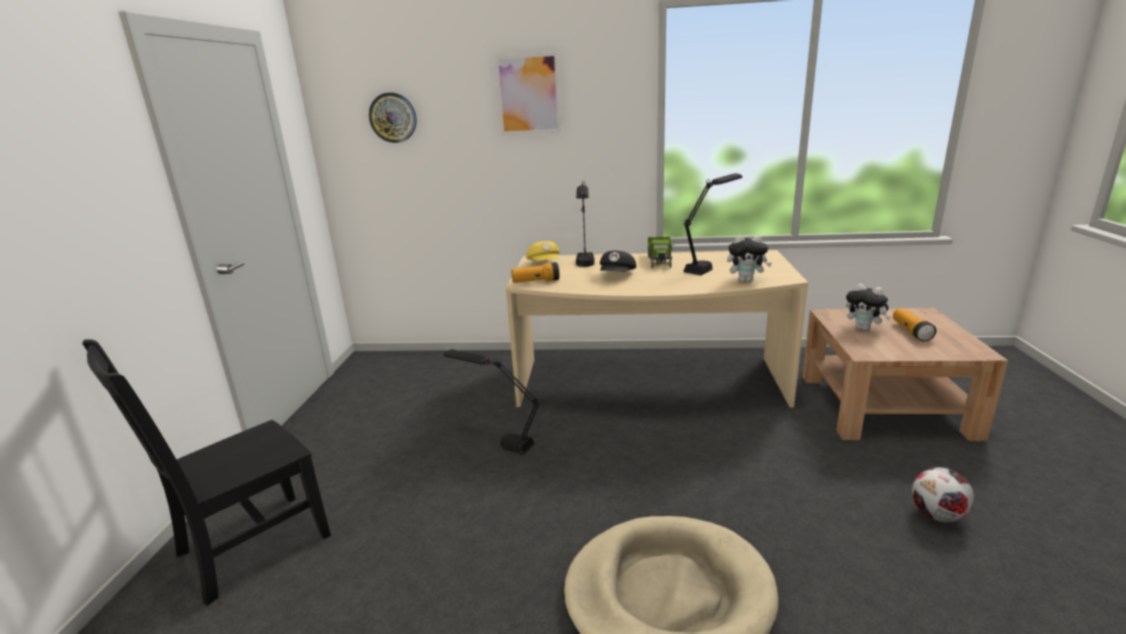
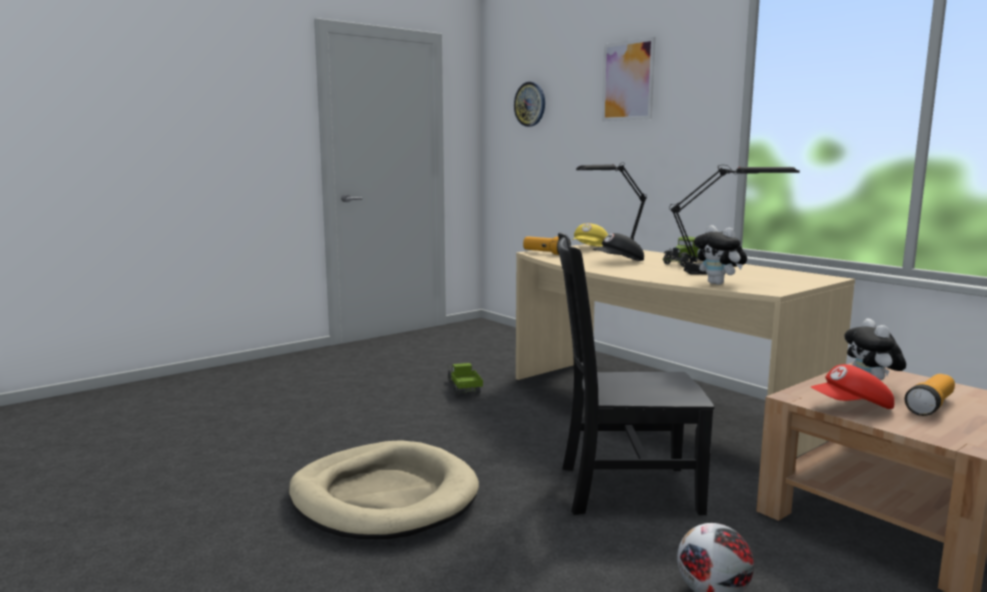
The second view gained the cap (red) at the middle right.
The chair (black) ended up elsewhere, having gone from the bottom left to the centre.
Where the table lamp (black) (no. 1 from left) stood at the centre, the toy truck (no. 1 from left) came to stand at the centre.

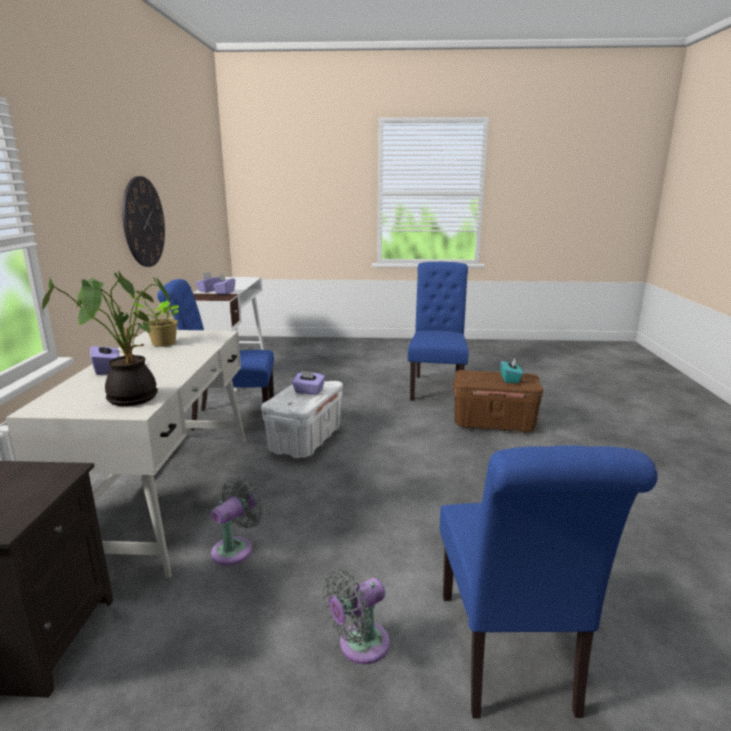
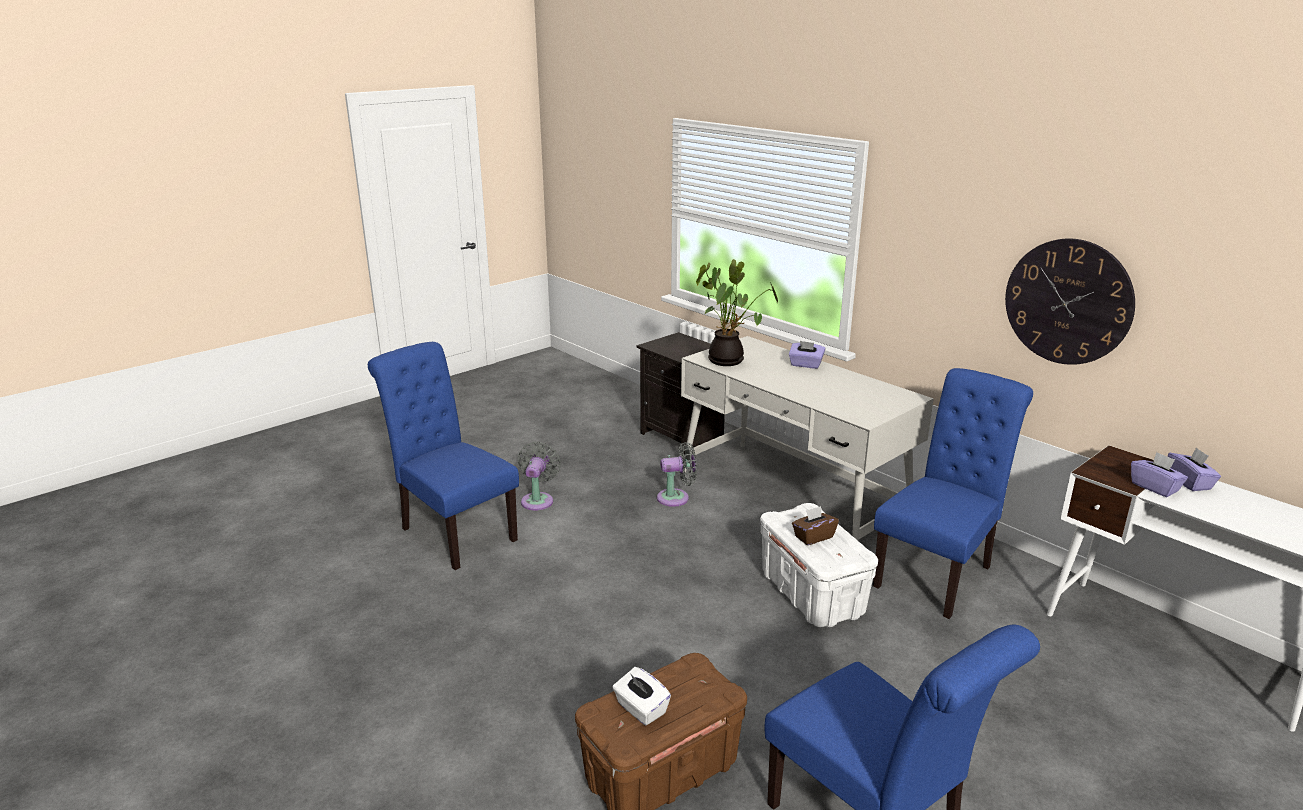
The second view lost the potted plant (no. 2 from left) at the middle left.
What was the tissue box (purple) (no. 4 from left) at the centre turned into the tissue box (brown) at the centre.
What was the tissue box (turquoise) at the middle right turned into the tissue box (white) at the bottom centre.
The fan (grey) (no. 1 from left in the first image) at the bottom left ended up facing another way, 90 degrees counterclockwise from before.

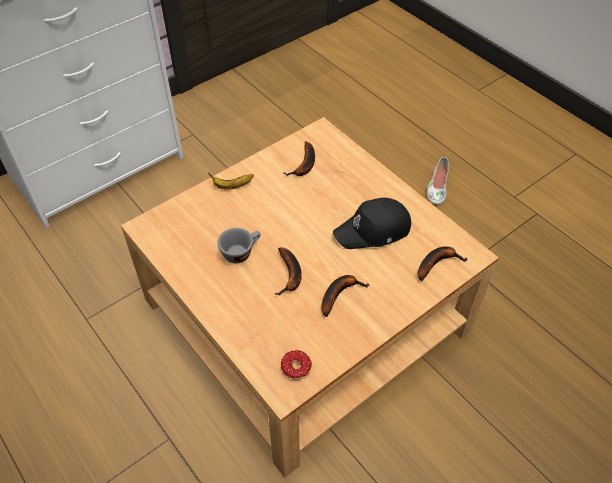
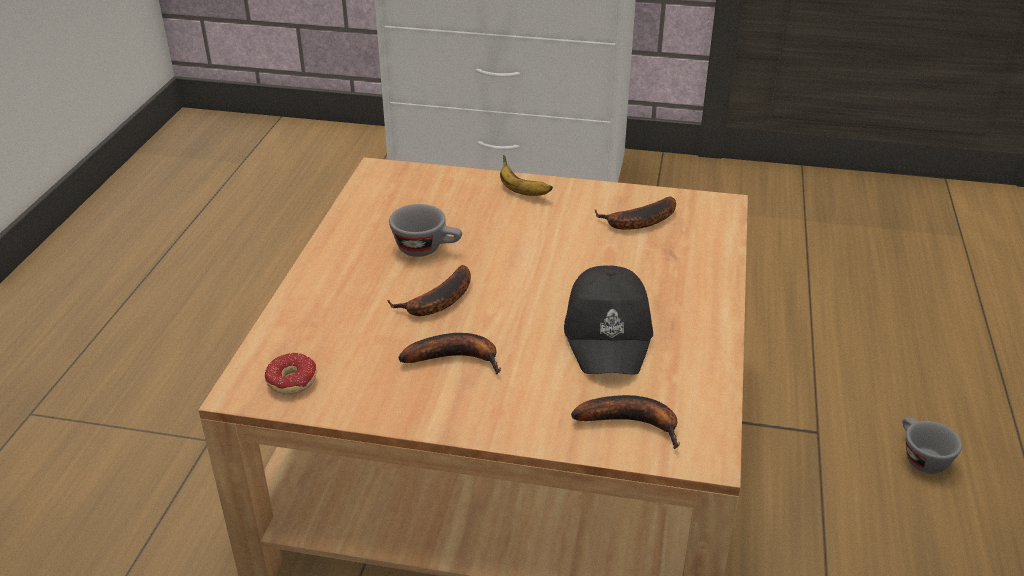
Where the shoe (white) stood at the middle right, the cup (grey) (no. 2 from left) came to stand at the bottom right.
The cap (black) at the centre ended up facing another way, 120 degrees counterclockwise from before.

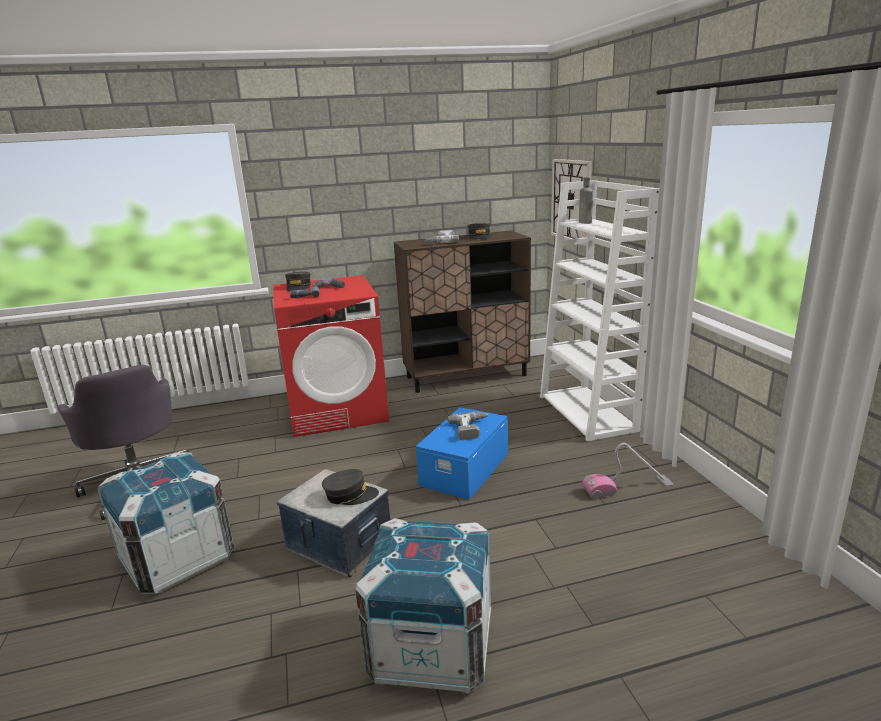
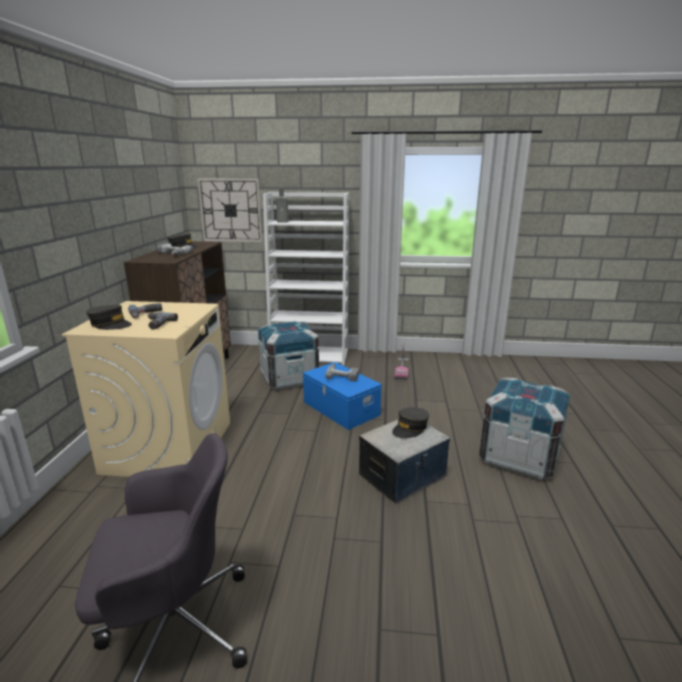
The crate (no. 1 from left) ended up elsewhere, having gone from the bottom left to the centre.
What was the washing machine (red) at the centre turned into the washing machine (beige) at the middle left.
The cap (grey) (no. 2 from left in the first image) at the bottom centre ended up facing another way, 150 degrees counterclockwise from before.

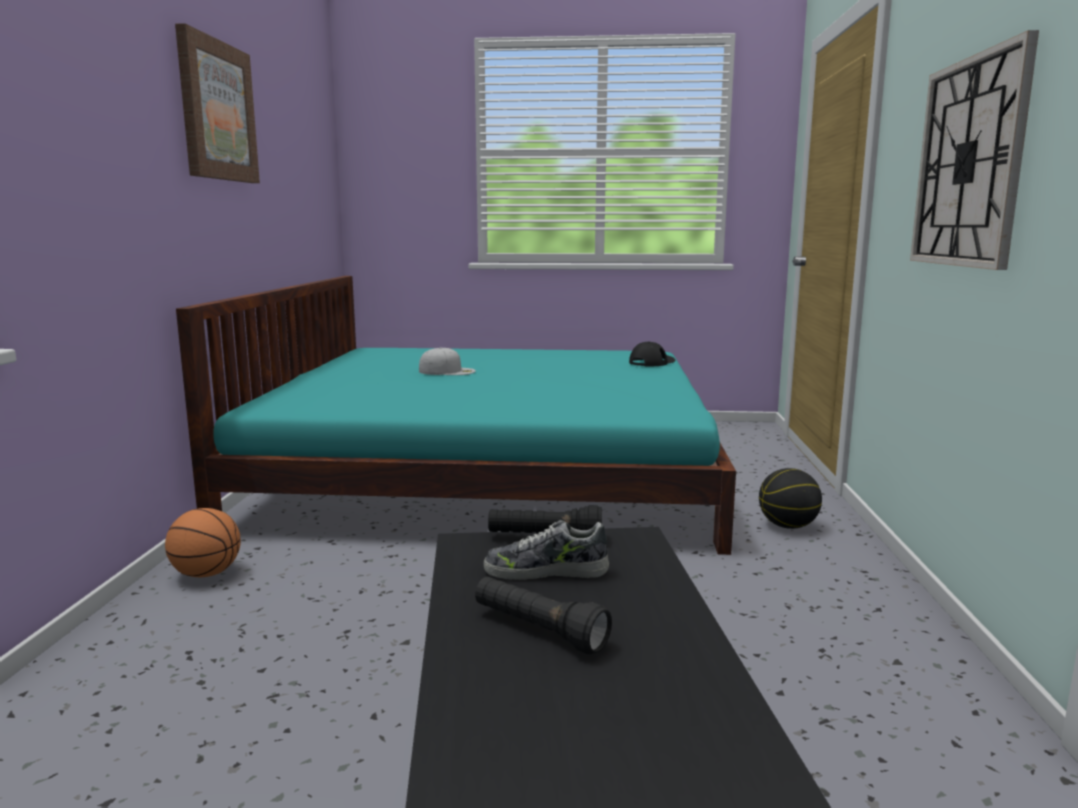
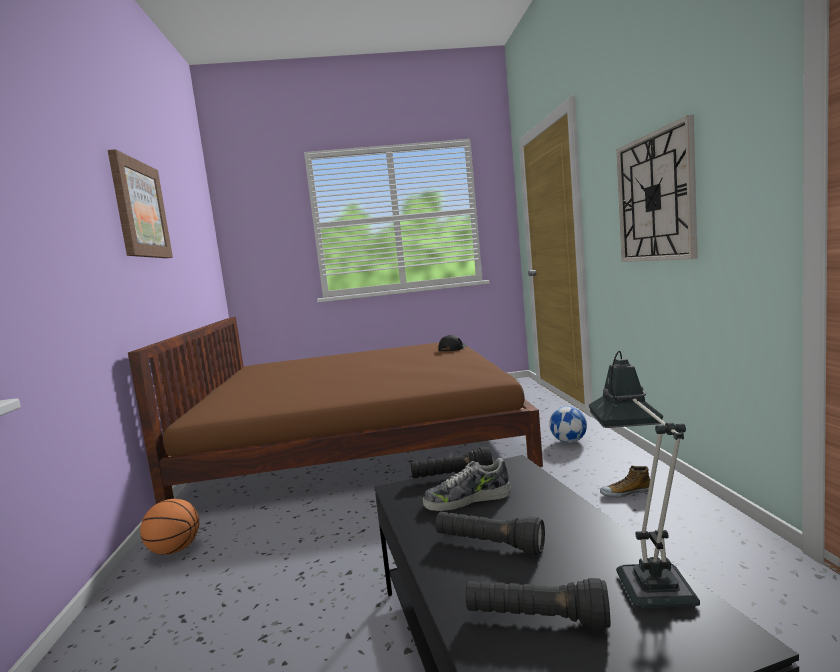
The second view lost the cap (white) at the centre.
The second view gained the flashlight (black) (no. 3 from left) at the bottom centre.
The second view gained the table lamp at the bottom right.
The second view gained the shoe (no. 2 from left) at the bottom right.
Where the basketball (no. 2 from left) stood at the middle right, the football came to stand at the middle right.
What was the bed (turquoise) at the centre turned into the bed (brown) at the centre.

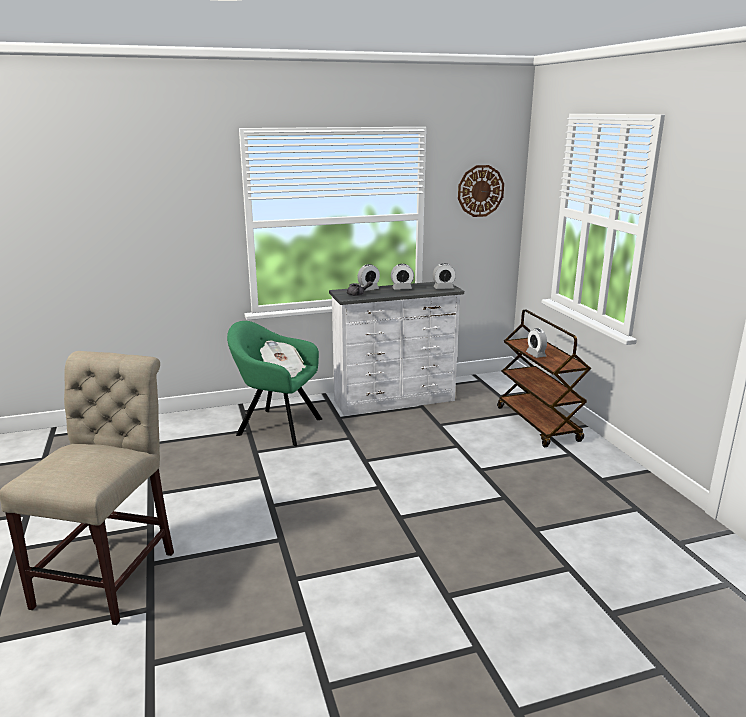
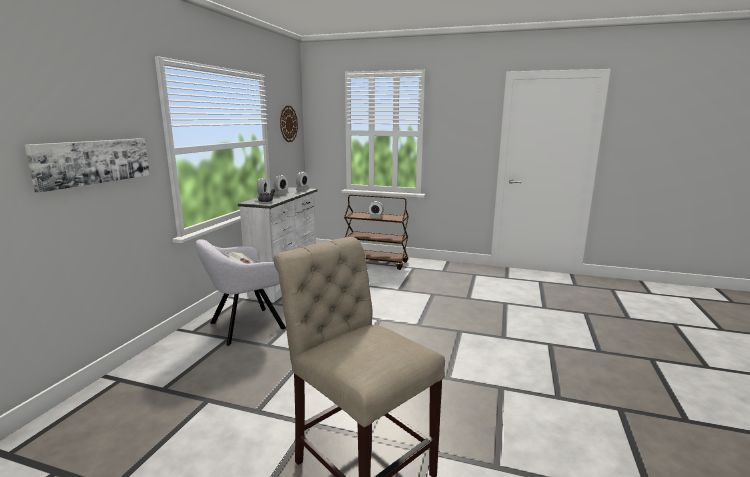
The second view gained the picture at the middle left.
What was the armchair (green) at the centre turned into the armchair (grey) at the middle left.

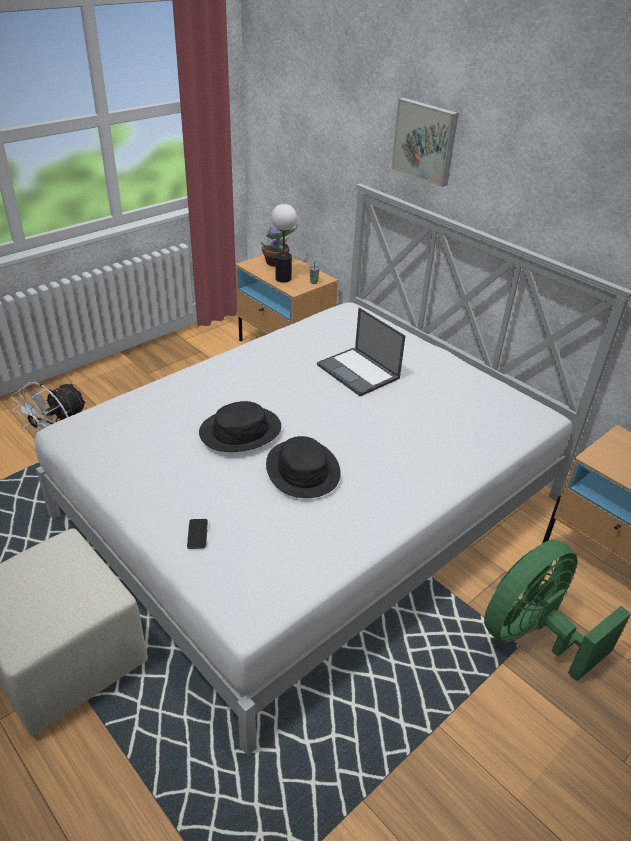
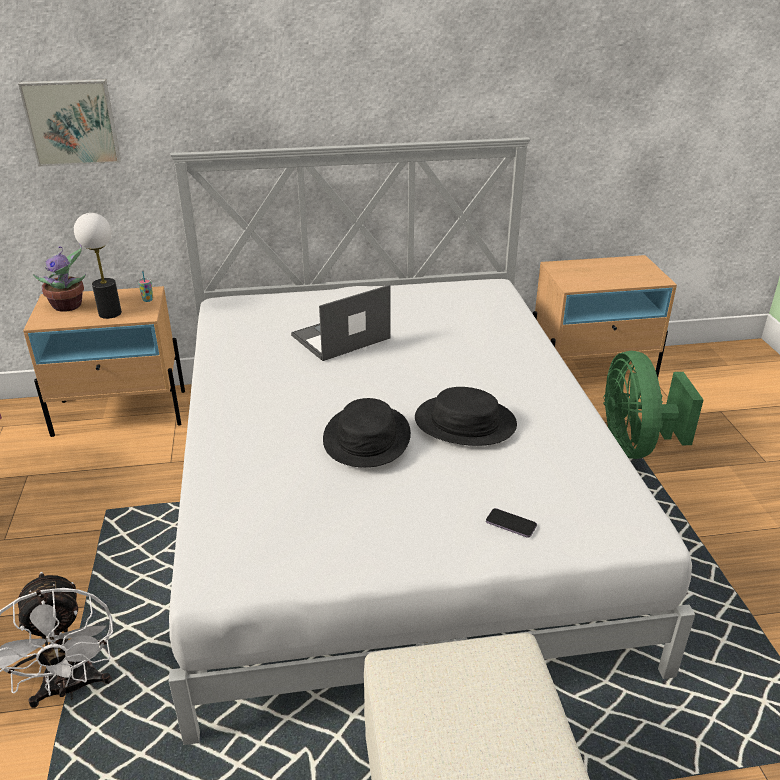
The picture ended up elsewhere, having gone from the top right to the top left.
The laptop at the centre ended up facing another way, 150 degrees clockwise from before.

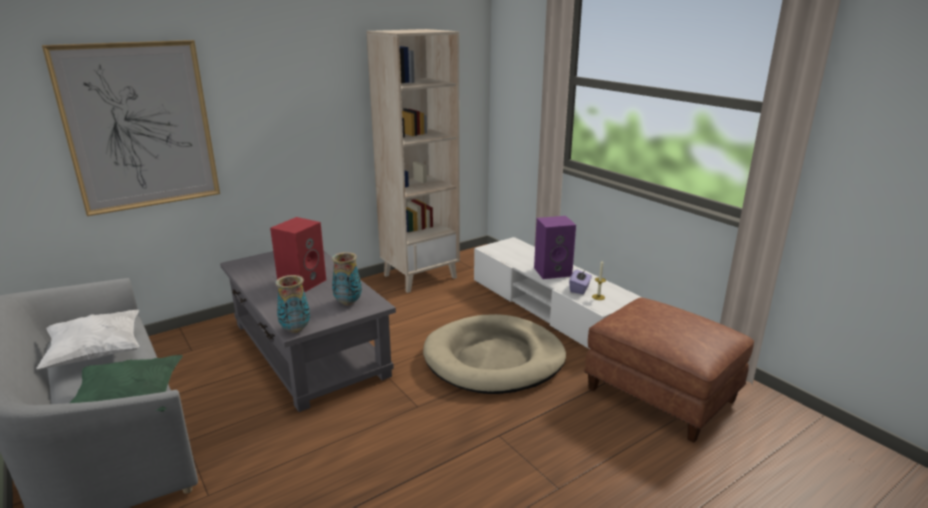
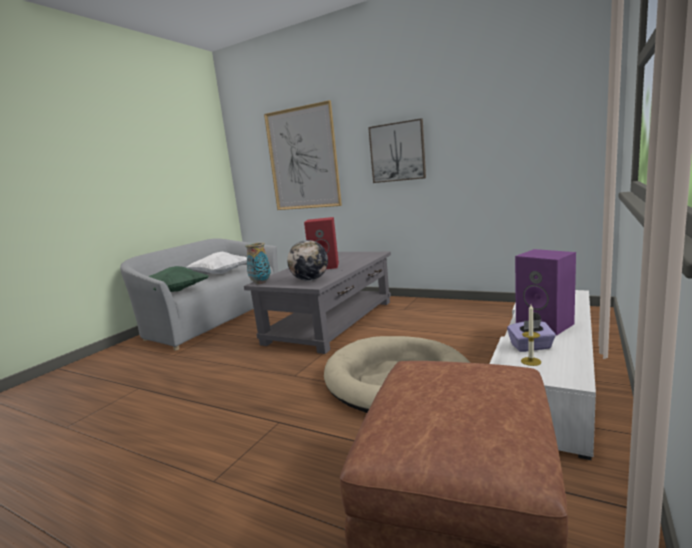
The second view lost the bookcase (beige) at the top centre.
The second view gained the picture (no. 2 from left) at the top centre.
Where the vase (no. 2 from left) stood at the centre, the globe came to stand at the centre.

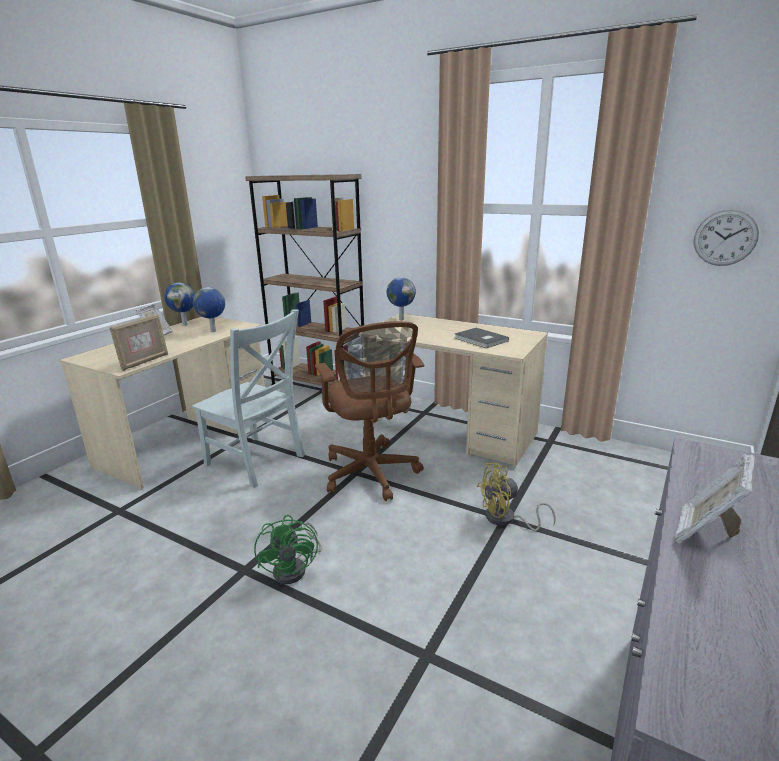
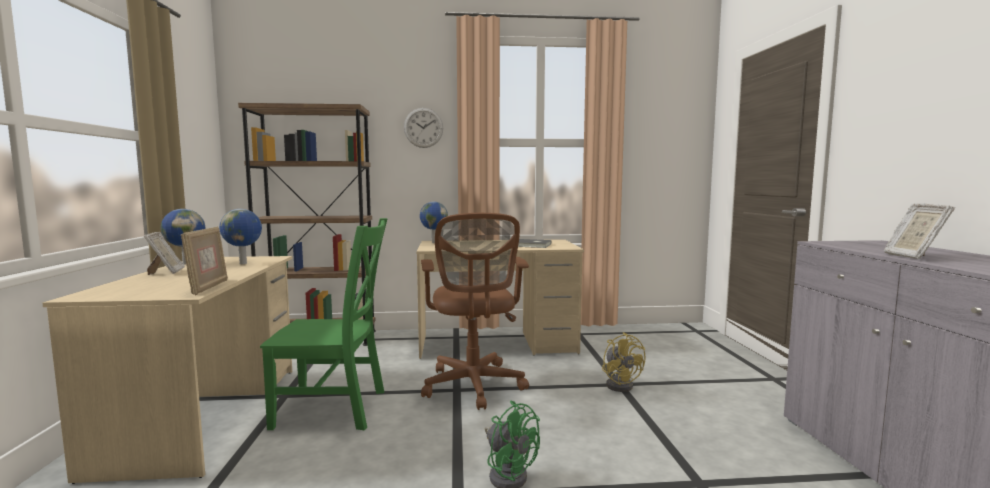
The wall clock ended up elsewhere, having gone from the top right to the top centre.
What was the chair (grey) at the middle left turned into the chair (green) at the middle left.
The office chair (brown) at the centre ended up facing another way, 45 degrees clockwise from before.
The fan (yellow) at the centre ended up facing another way, 60 degrees counterclockwise from before.

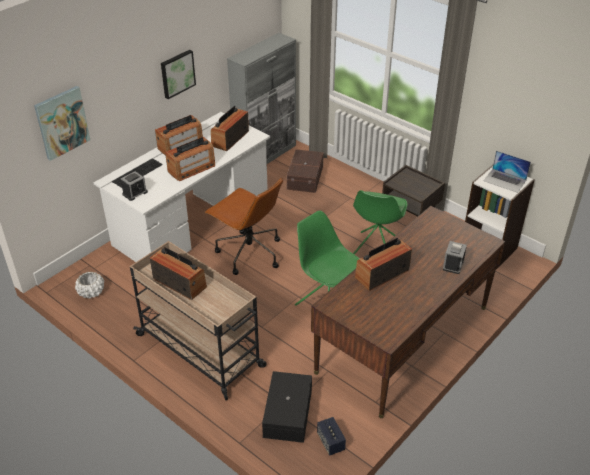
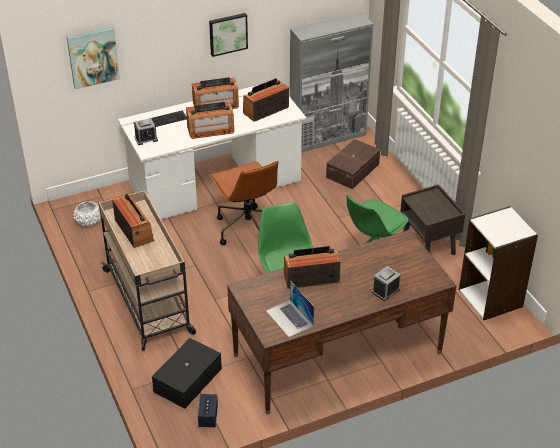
The laptop ended up elsewhere, having gone from the middle right to the bottom centre.

